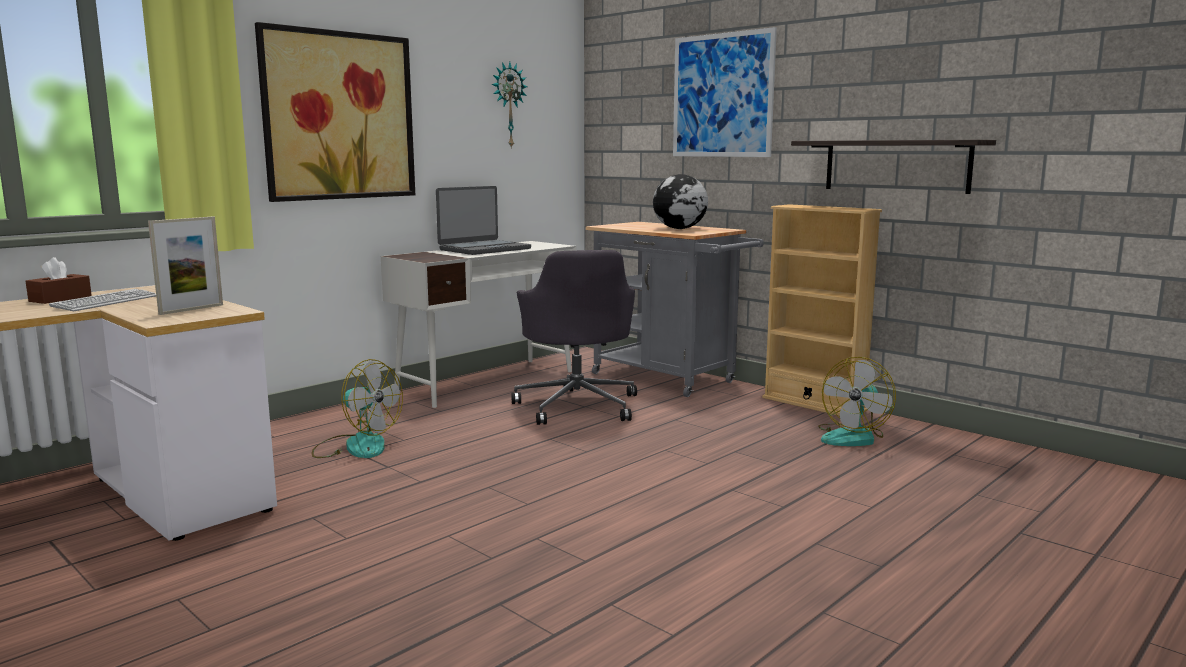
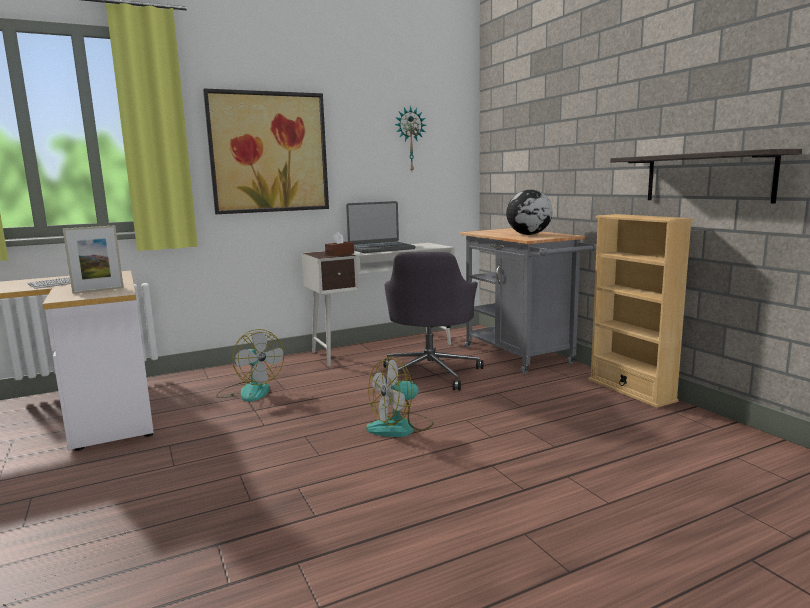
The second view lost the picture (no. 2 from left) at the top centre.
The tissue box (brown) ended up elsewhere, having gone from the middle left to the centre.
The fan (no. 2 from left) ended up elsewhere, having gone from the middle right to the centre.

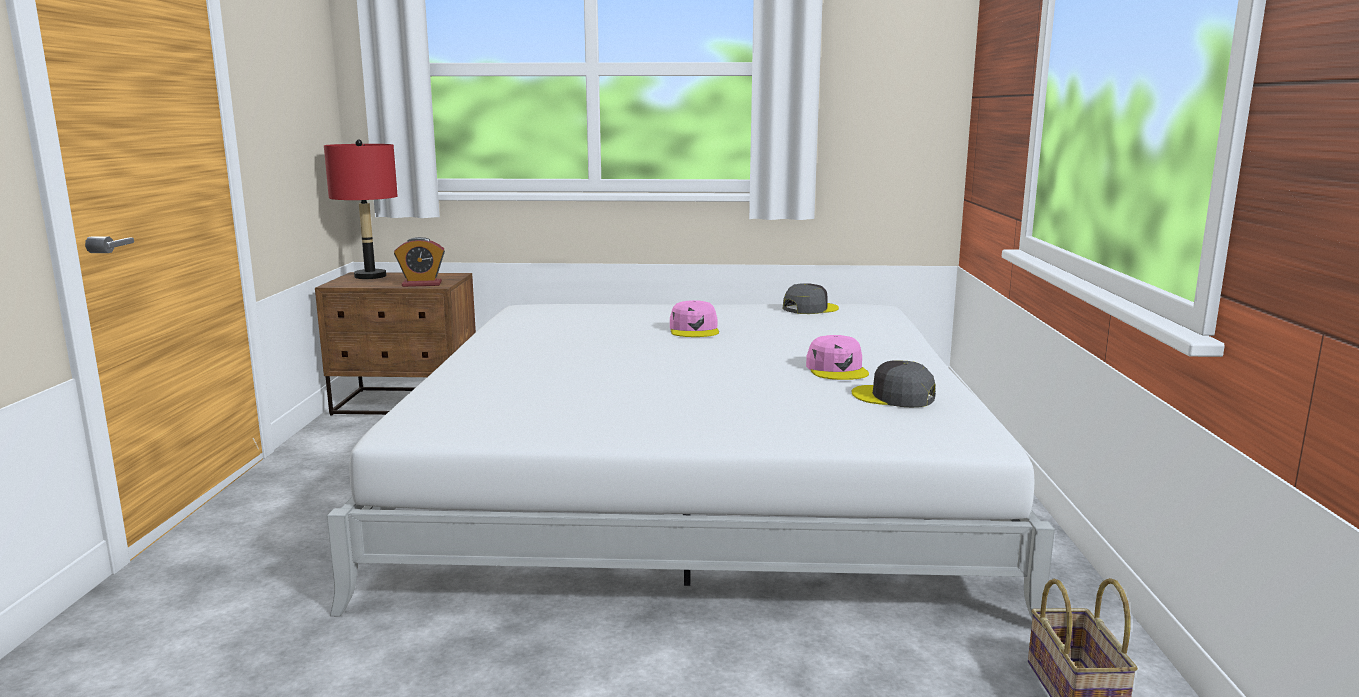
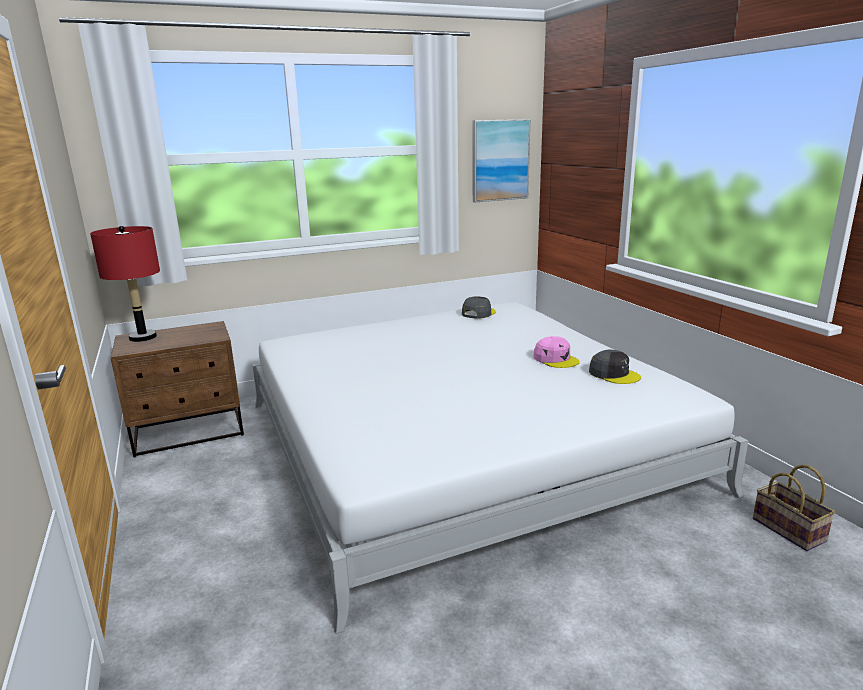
The second view lost the alarm clock at the middle left.
The second view lost the cap (pink) (no. 1 from left) at the centre.
The second view gained the picture at the top centre.
The cap (grey) (no. 2 from left) at the centre ended up facing another way, 135 degrees counterclockwise from before.

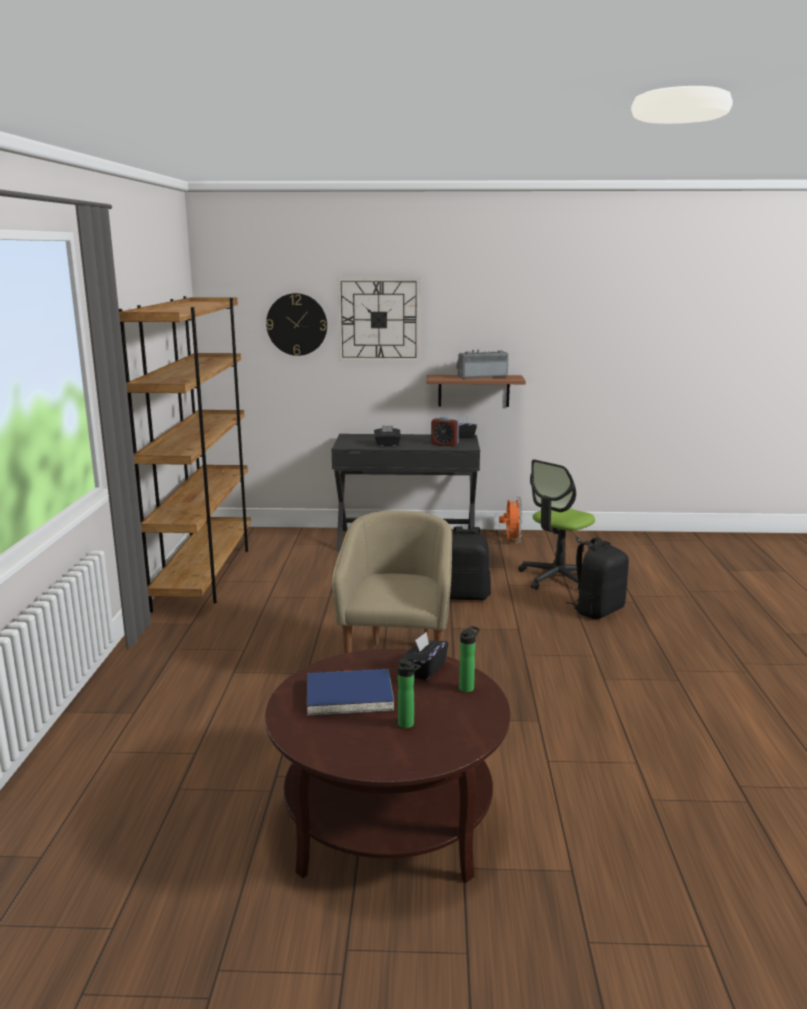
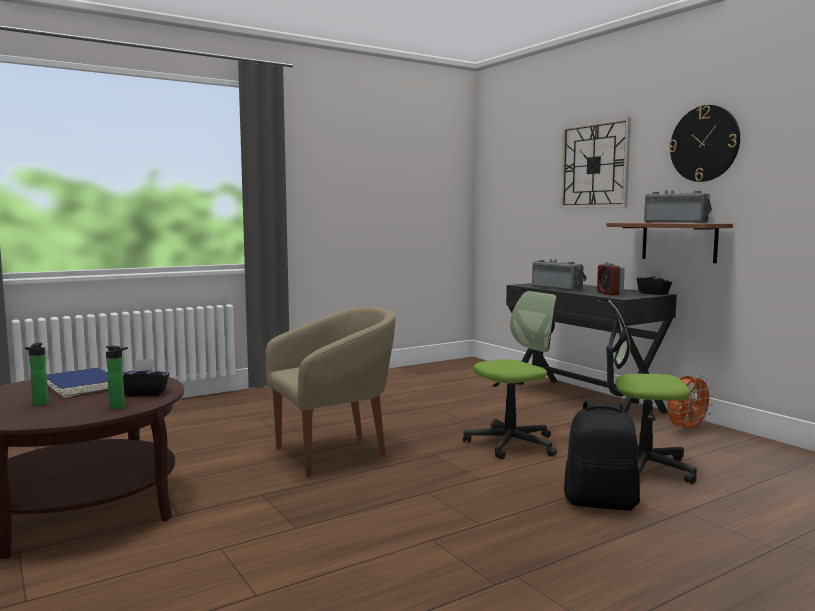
The second view lost the bookcase (brown) at the middle left.
The wall clock (no. 1 from left in the first image) ended up elsewhere, having gone from the top centre to the top right.
Where the tissue box (black) (no. 1 from left) stood at the centre, the radio (no. 1 from left) came to stand at the middle right.
Where the backpack (black) (no. 1 from left) stood at the centre, the office chair (no. 1 from left) came to stand at the centre.

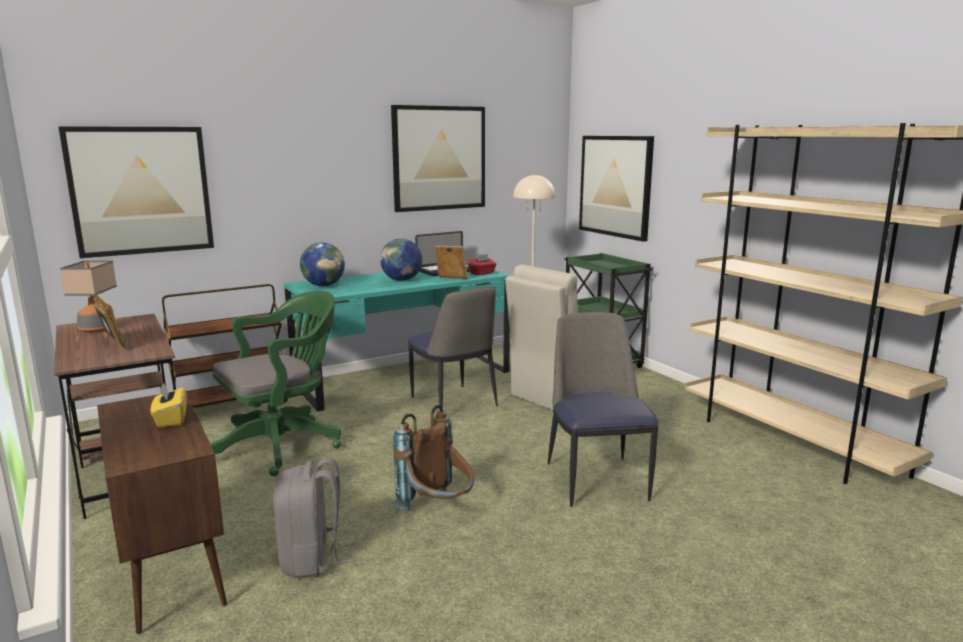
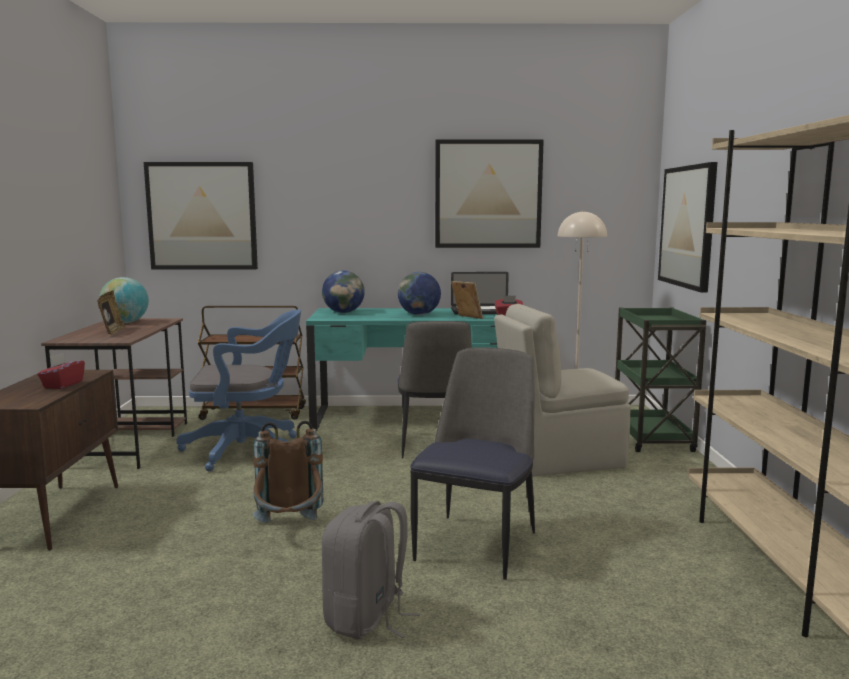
The backpack (grey) ended up elsewhere, having gone from the bottom left to the bottom centre.
Where the table lamp stood at the middle left, the globe (no. 1 from left) came to stand at the middle left.
What was the tissue box (yellow) at the middle left turned into the tissue box (red) (no. 1 from left) at the middle left.
What was the office chair (green) at the middle left turned into the office chair (blue) at the middle left.

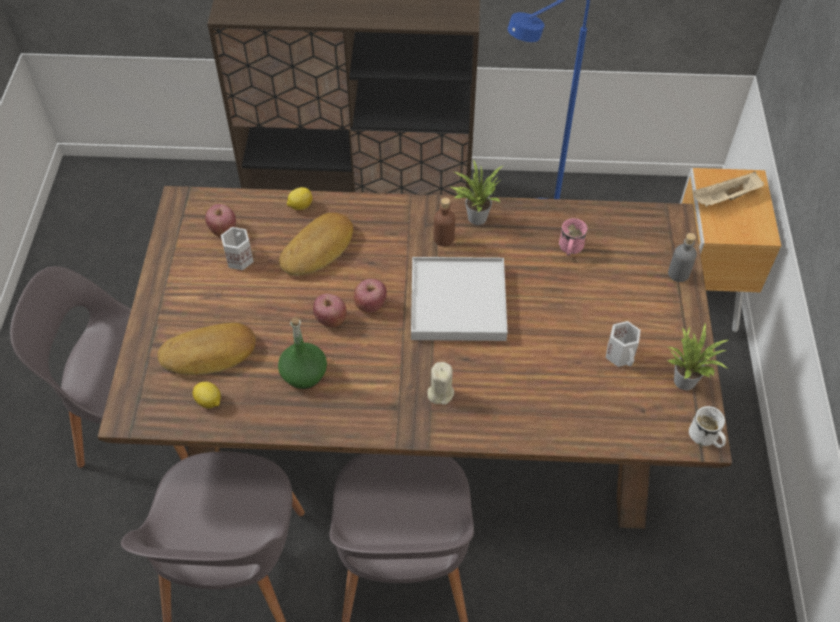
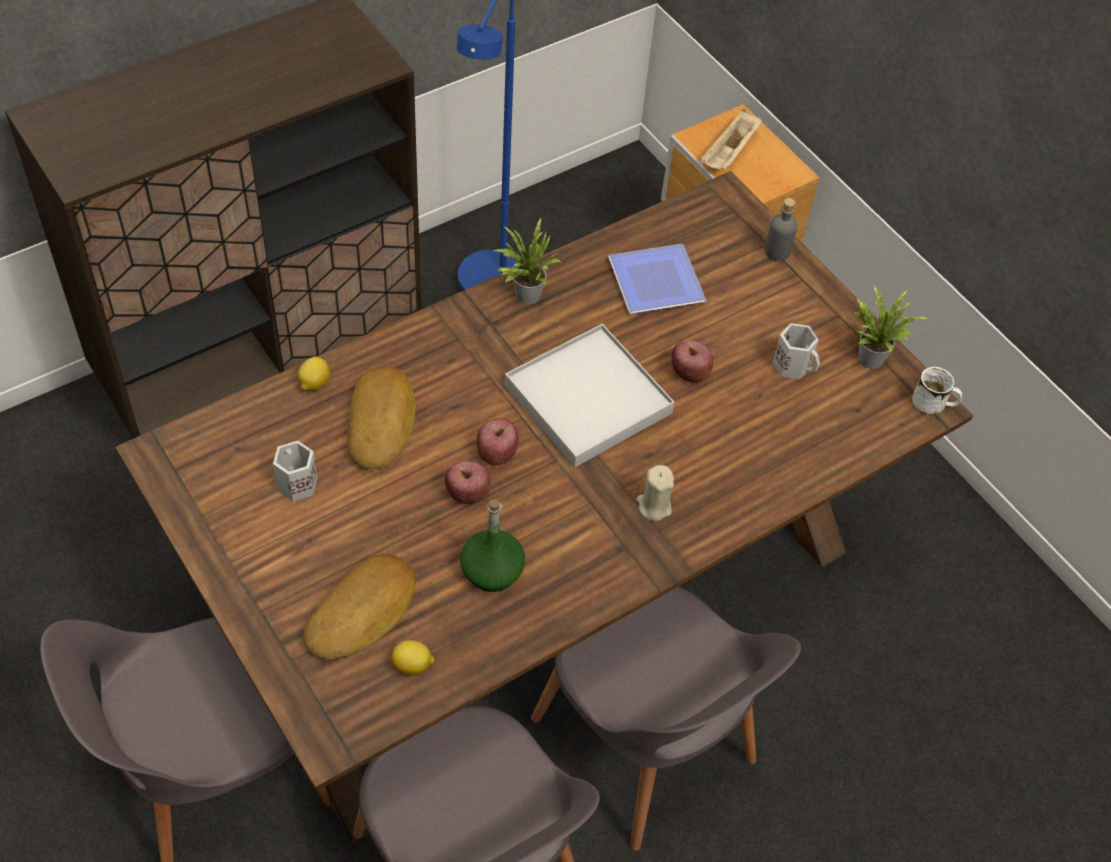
The second view lost the bottle (brown) at the centre.
The apple (no. 1 from left in the first image) ended up elsewhere, having gone from the middle left to the centre.
Where the mug (pink) stood at the middle right, the plate came to stand at the top centre.

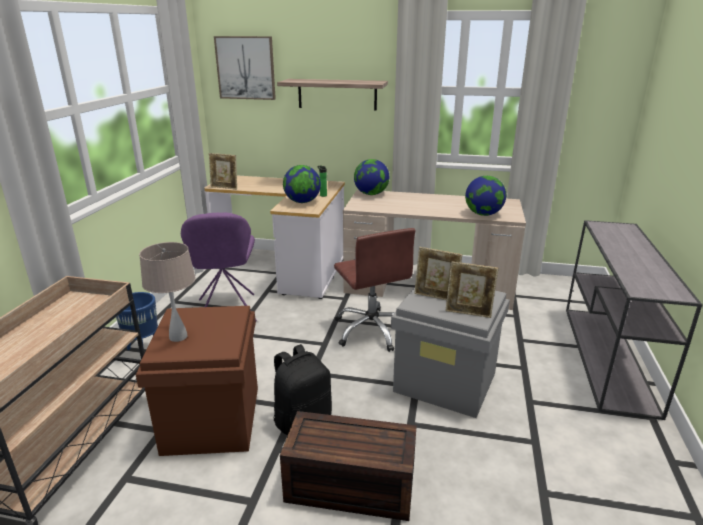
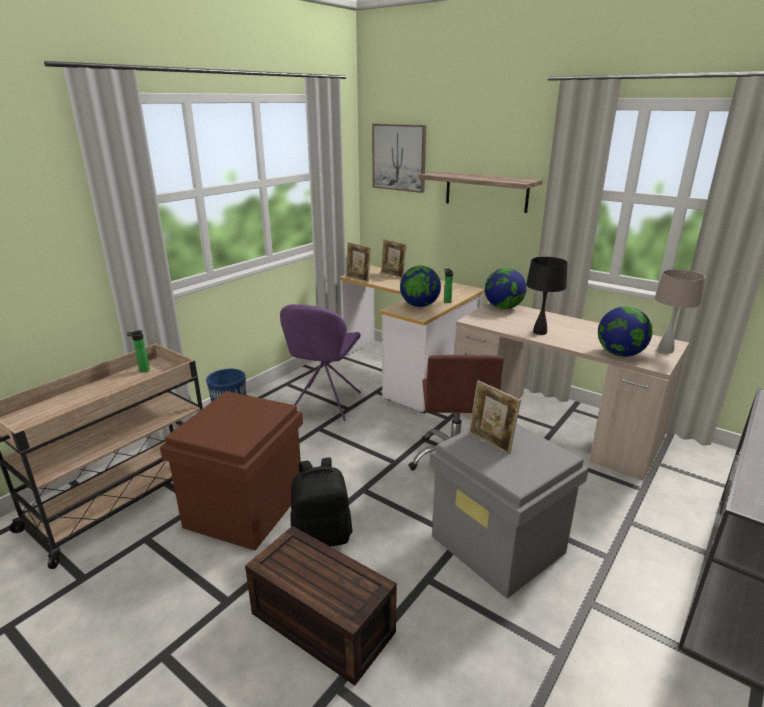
The second view gained the bottle (no. 1 from left) at the middle left.
The second view gained the table lamp (black) at the middle right.
The table lamp (beige) ended up elsewhere, having gone from the middle left to the middle right.
The picture frame (no. 3 from left in the first image) ended up elsewhere, having gone from the middle right to the centre.

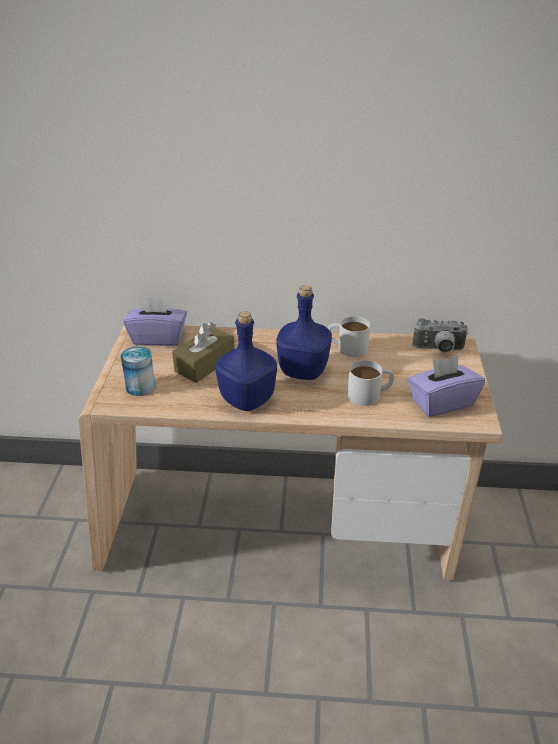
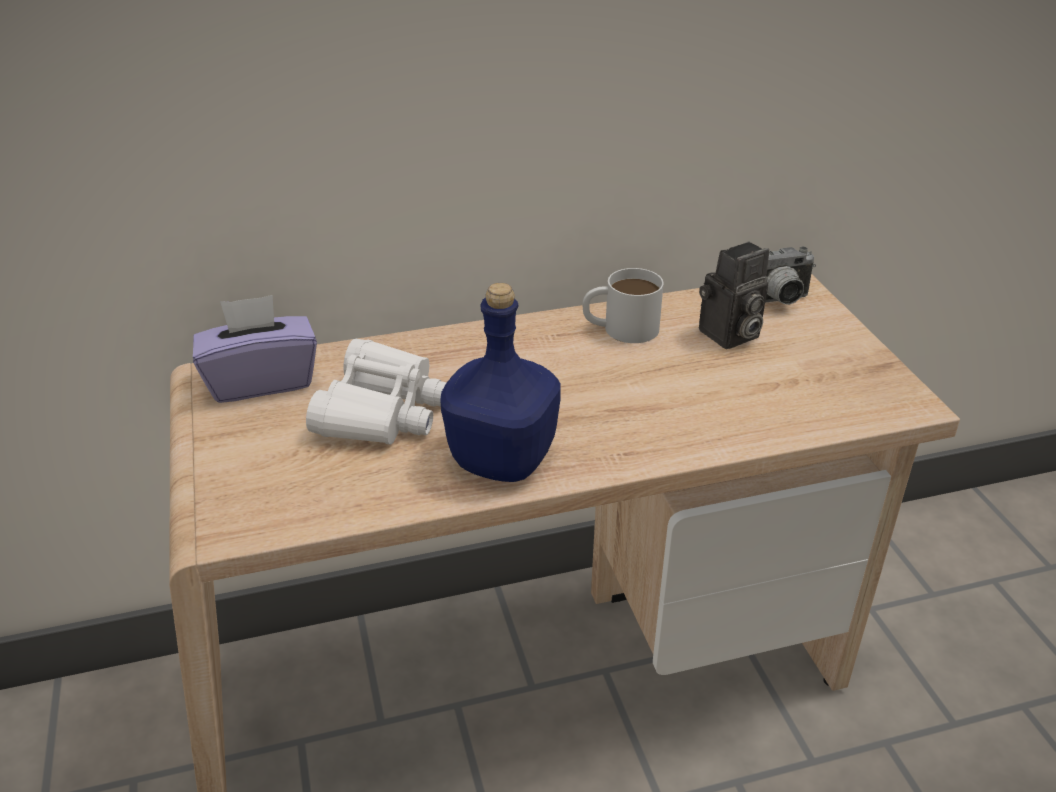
The second view lost the can at the middle left.
The second view lost the bottle (blue) (no. 2 from left) at the centre.
The second view lost the mug (white) (no. 2 from left) at the centre.
The second view lost the tissue box (purple) (no. 2 from left) at the middle right.
The second view gained the photo camera (no. 1 from left) at the middle right.
Where the tissue box (brown) stood at the centre, the binoculars (white) came to stand at the centre.

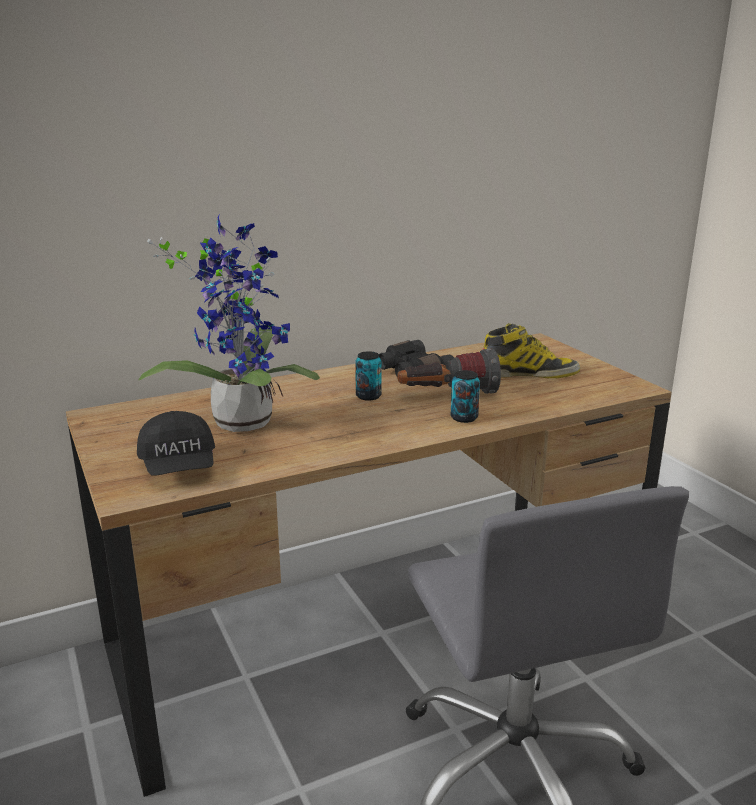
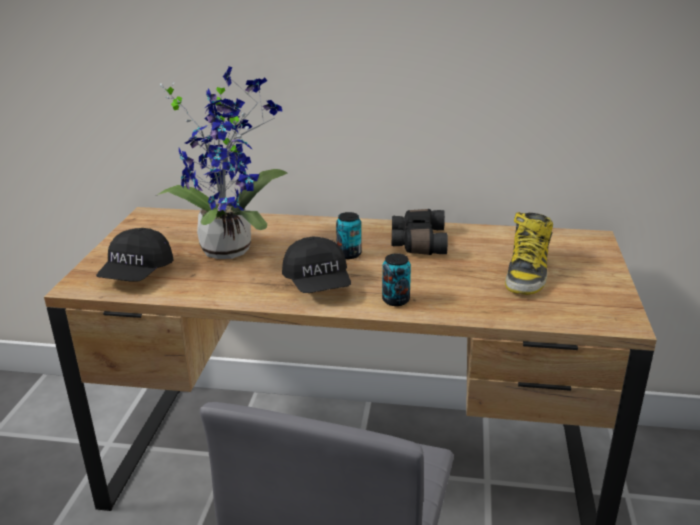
The second view lost the flashlight at the centre.
The second view gained the cap (black) (no. 2 from left) at the centre.
The boot at the middle right ended up facing another way, 75 degrees clockwise from before.

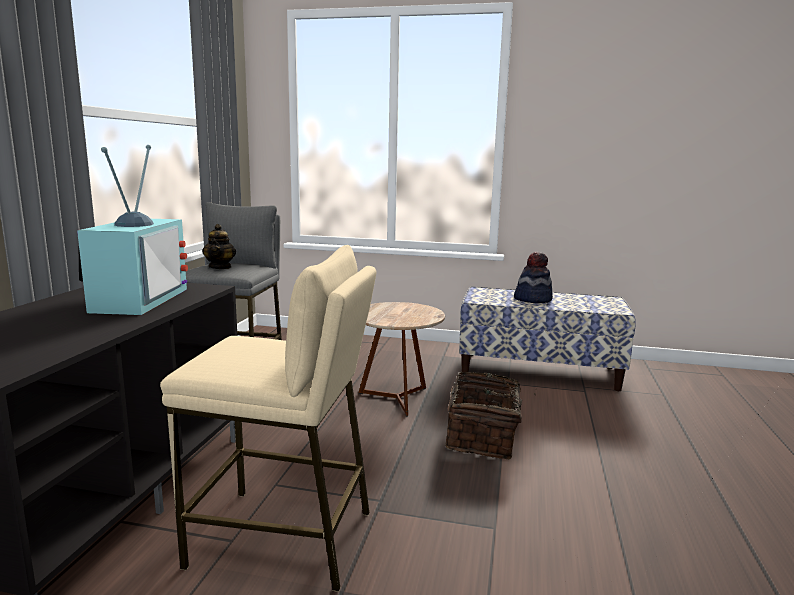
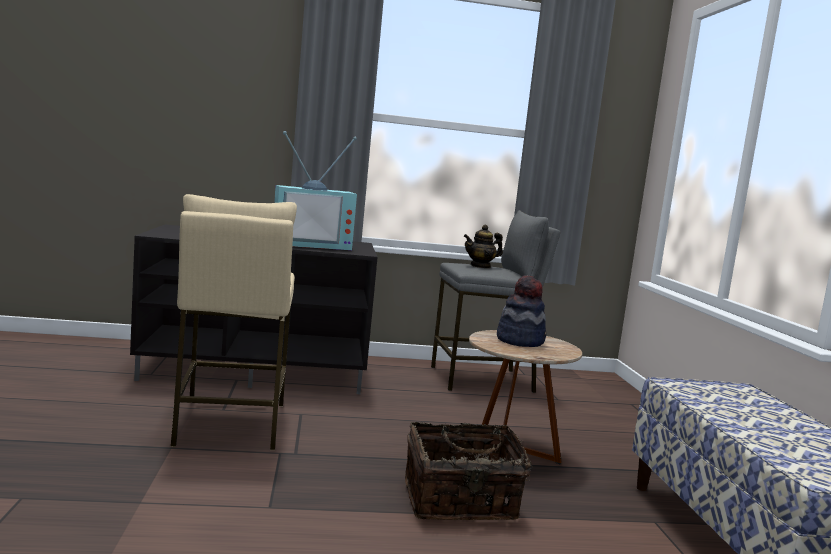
The hat ended up elsewhere, having gone from the middle right to the centre.

